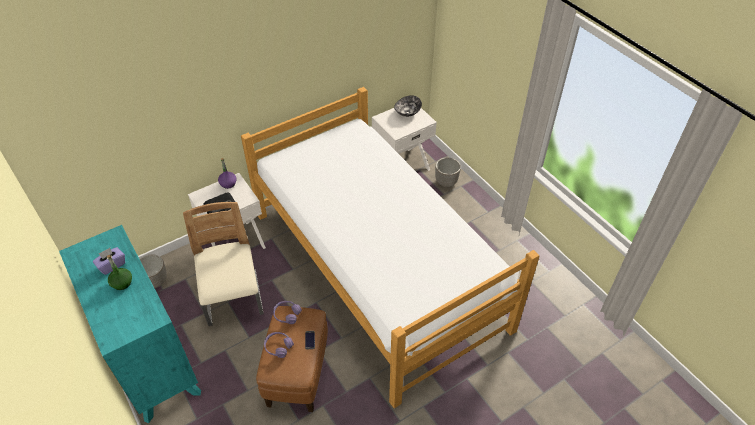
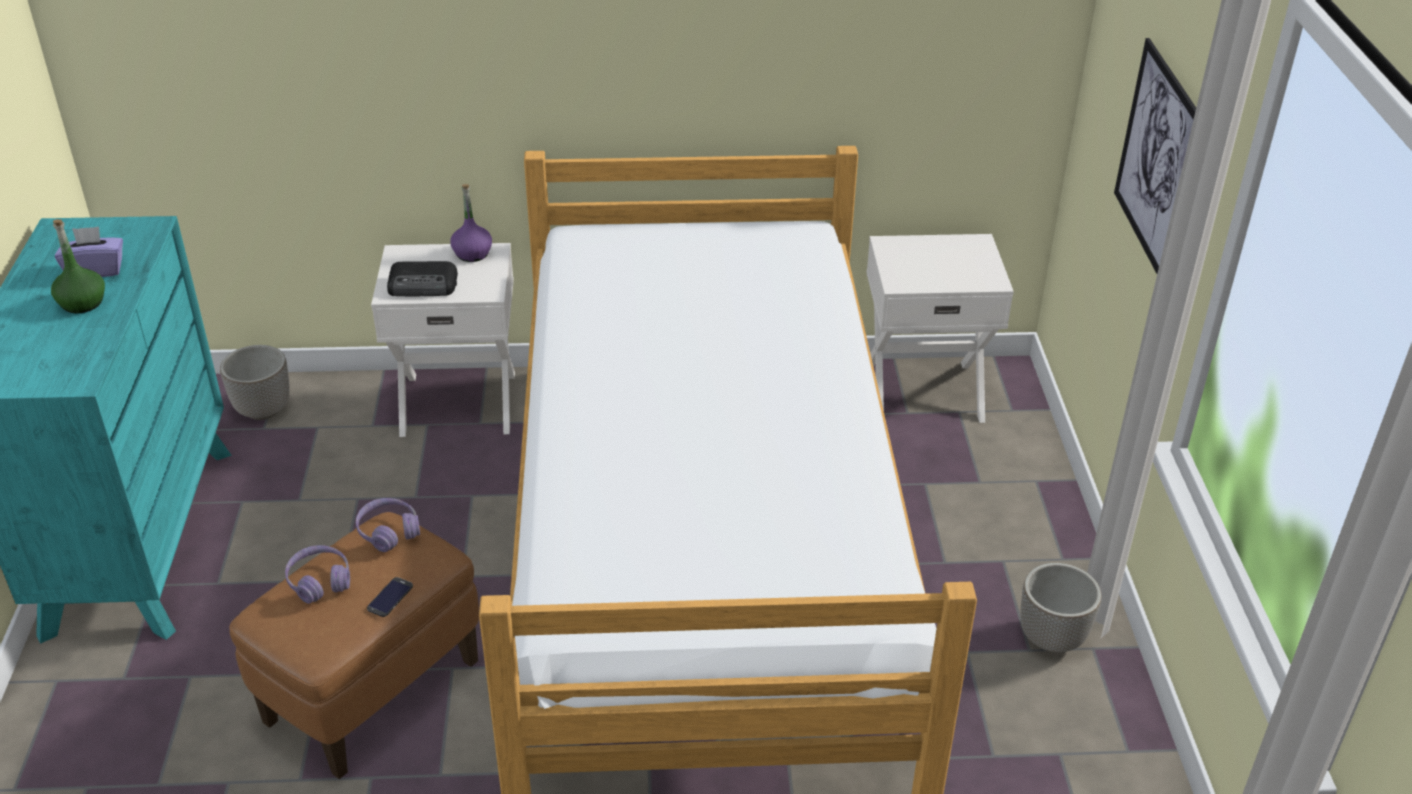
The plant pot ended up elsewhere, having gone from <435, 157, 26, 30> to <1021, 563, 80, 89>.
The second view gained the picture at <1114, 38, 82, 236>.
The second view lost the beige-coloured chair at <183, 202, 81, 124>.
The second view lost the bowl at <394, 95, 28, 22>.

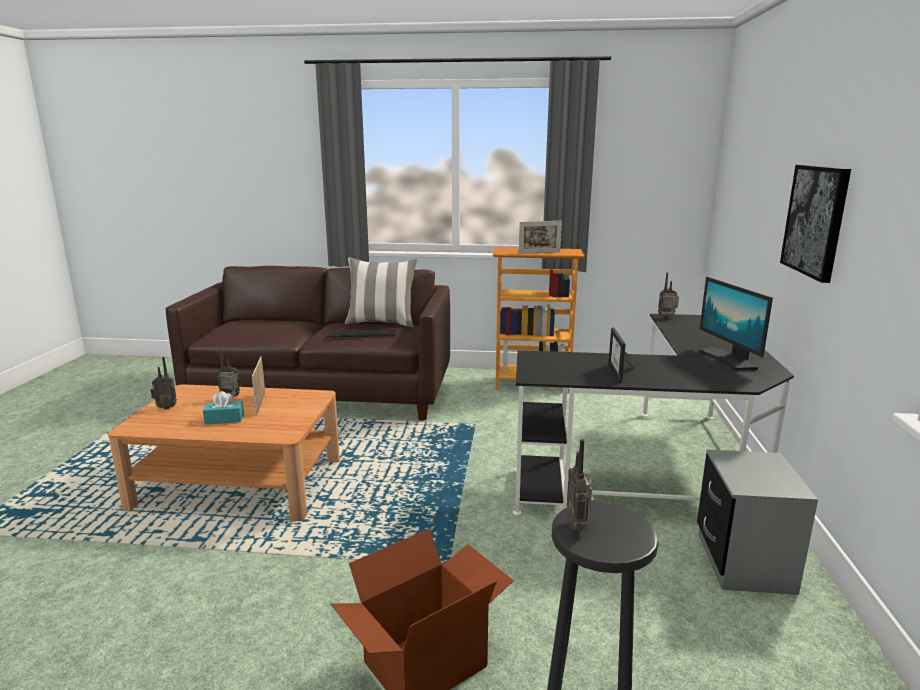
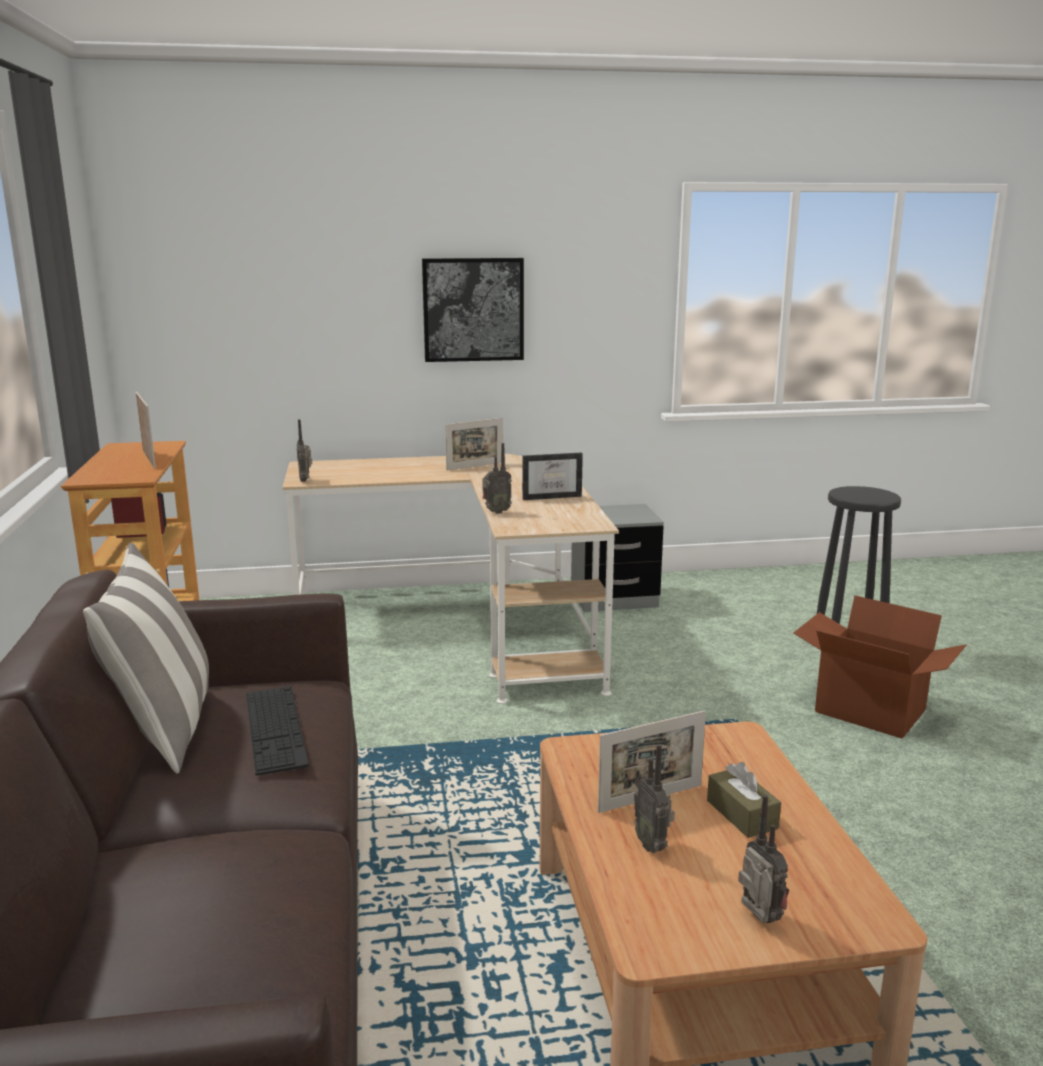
What was the black-coloured desk table at <513, 314, 281, 201> turned into the beige-coloured desk table at <282, 454, 337, 250>.
Where the computer screen stood at <699, 277, 74, 94>, the photo frame came to stand at <445, 418, 58, 52>.
The radio set ended up elsewhere, having gone from <566, 439, 29, 92> to <482, 443, 30, 71>.
What was the turquoise-coloured tissue holder at <203, 391, 41, 33> turned into the brownish tissue holder at <707, 762, 74, 76>.

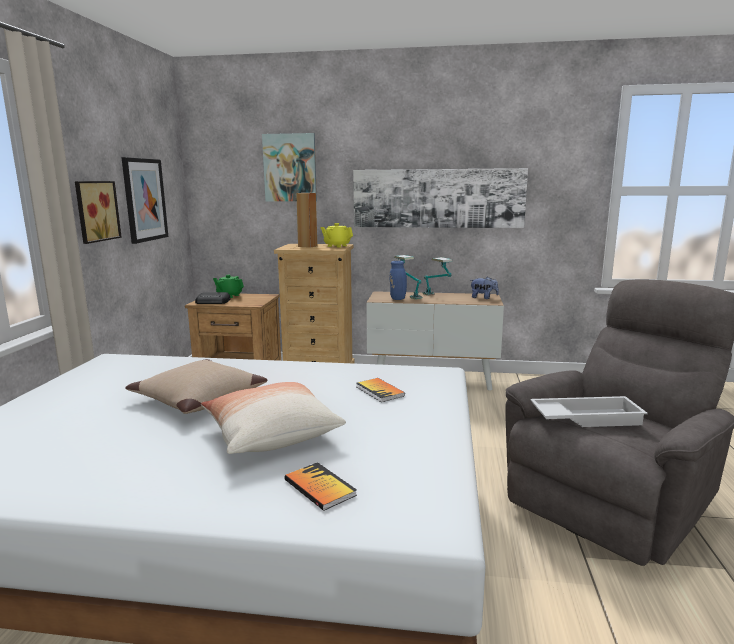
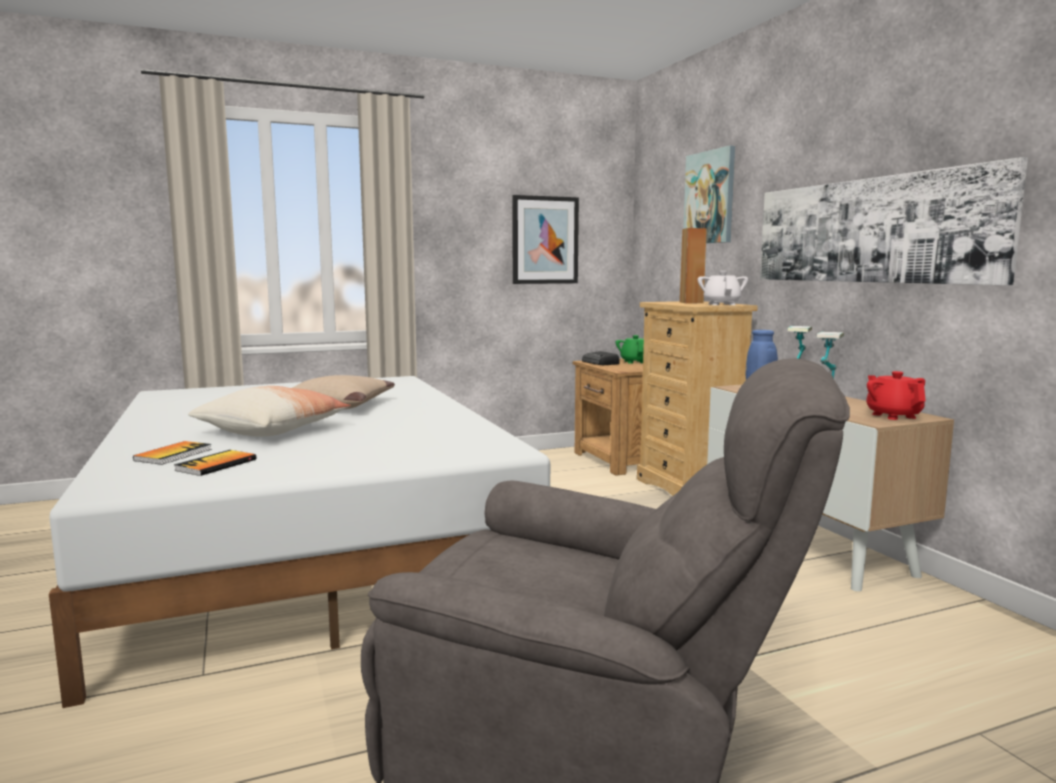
The book ended up elsewhere, having gone from <356, 378, 49, 24> to <174, 450, 82, 26>.
What was the yellow-coloured teapot at <321, 223, 32, 24> turned into the white-coloured teapot at <698, 271, 50, 34>.
Where the soft toy stood at <471, 277, 28, 22>, the red-coloured teapot came to stand at <866, 371, 60, 49>.
The second view lost the picture at <75, 181, 47, 63>.
The second view lost the white-coloured serving tray at <531, 396, 117, 31>.

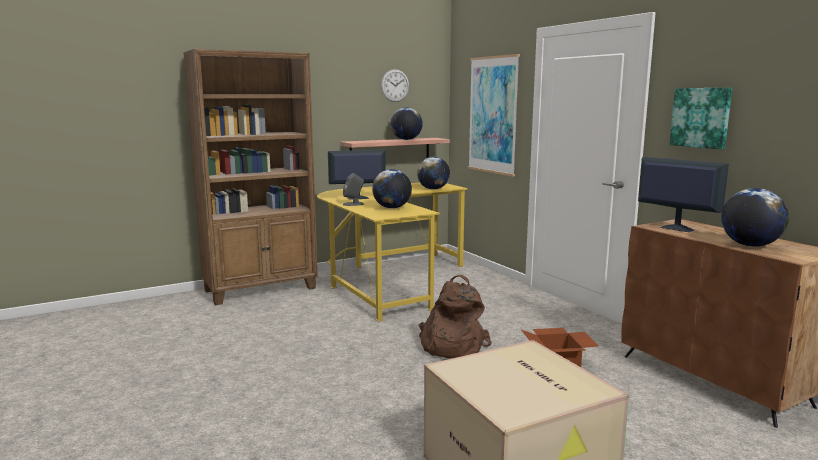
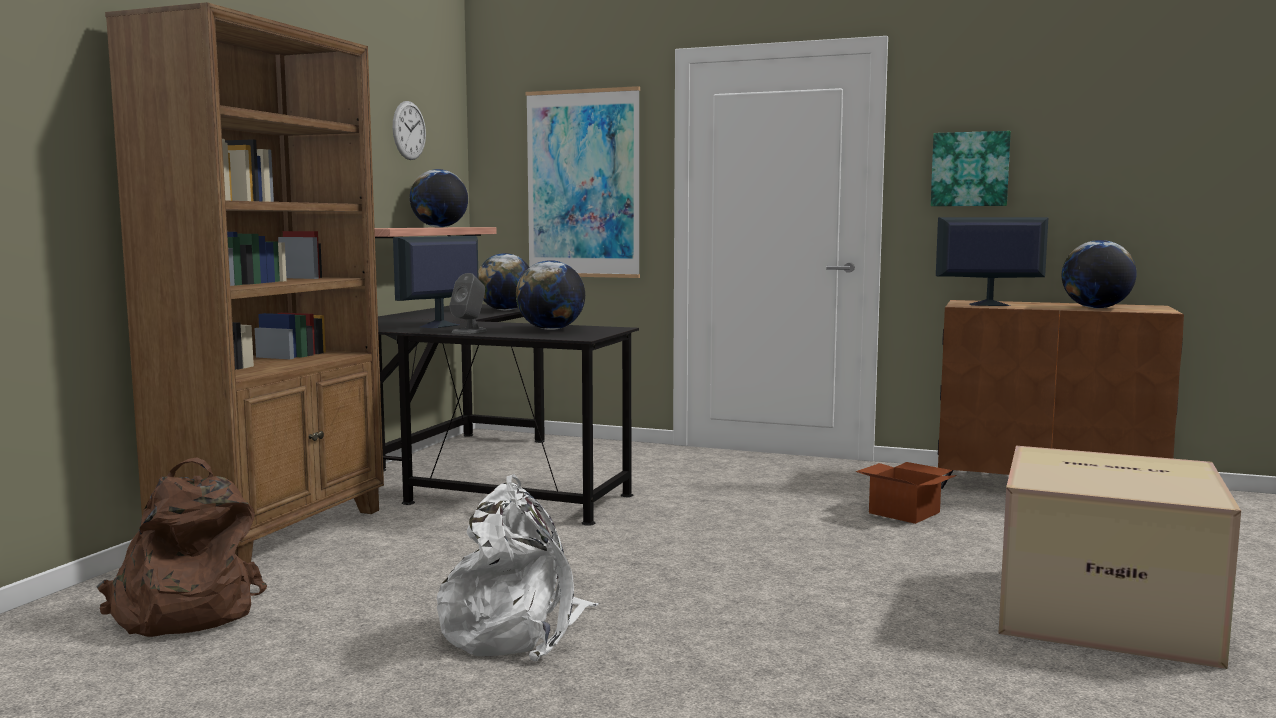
The brownish rucksack ended up elsewhere, having gone from <418, 275, 74, 84> to <97, 457, 170, 180>.
What was the yellow-coloured desk table at <317, 183, 151, 138> turned into the black-coloured desk table at <378, 304, 261, 222>.
The second view gained the white-coloured rucksack at <437, 474, 162, 187>.

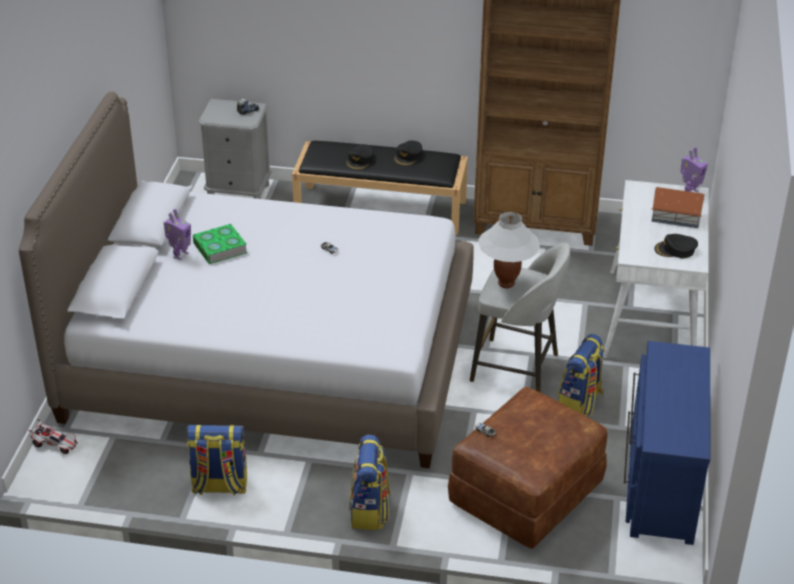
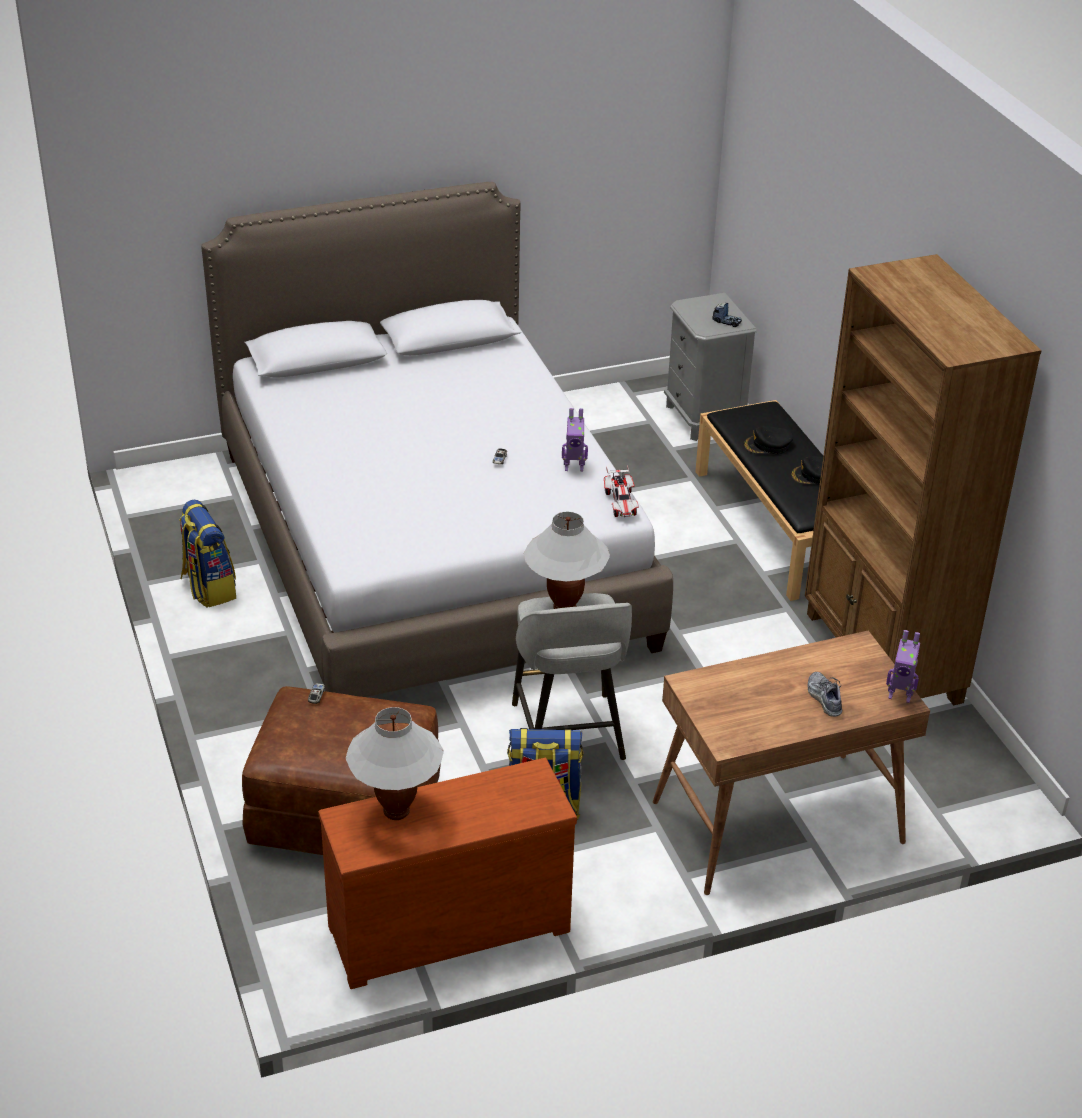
What was the blue-coloured dresser at <624, 341, 86, 204> turned into the brownish dresser at <318, 758, 259, 231>.
The second view gained the white-coloured tabletop lamp at <346, 707, 98, 113>.
The toy robot ended up elsewhere, having gone from <164, 209, 27, 51> to <562, 408, 26, 64>.
The miniature car ended up elsewhere, having gone from <28, 419, 50, 35> to <604, 465, 35, 52>.
What was the white-coloured desk table at <603, 180, 106, 178> turned into the brownish desk table at <653, 631, 277, 264>.
Where the miniature house stood at <652, 187, 52, 41>, the shoe came to stand at <808, 672, 34, 45>.
The second view lost the book at <193, 224, 54, 40>.
The second view lost the rucksack at <349, 435, 41, 95>.
The second view lost the black-coloured cap at <654, 234, 44, 24>.

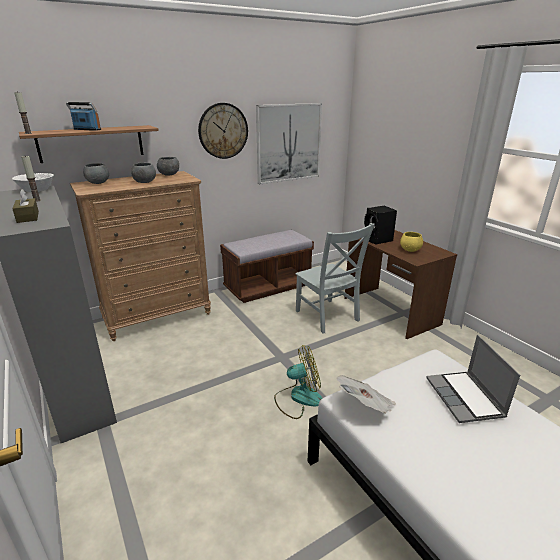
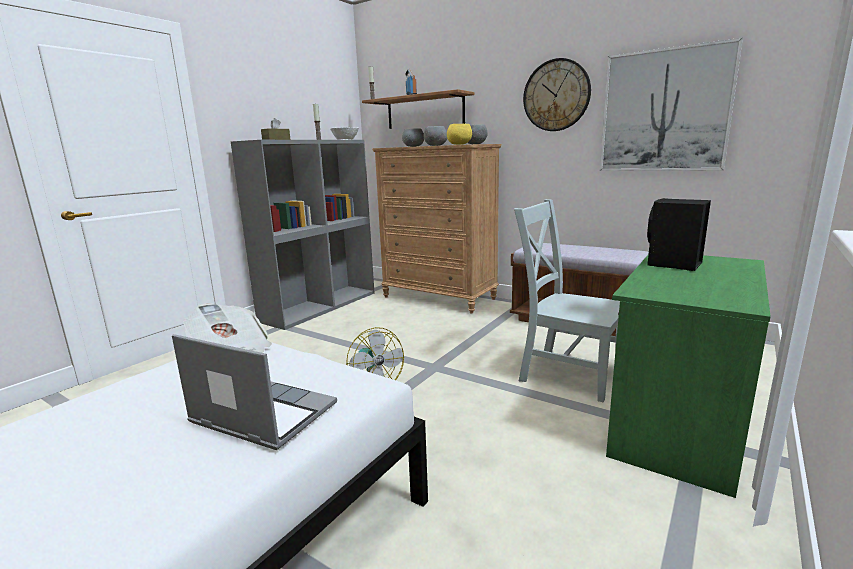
The laptop at <426, 335, 94, 88> ended up facing another way, 60 degrees clockwise from before.
The yellow-coloured bowl ended up elsewhere, having gone from <400, 232, 23, 20> to <447, 124, 25, 21>.
The greyish chair at <295, 223, 80, 111> ended up facing another way, 90 degrees clockwise from before.
What was the brownish desk table at <344, 230, 113, 109> turned into the greenish desk table at <606, 254, 165, 244>.

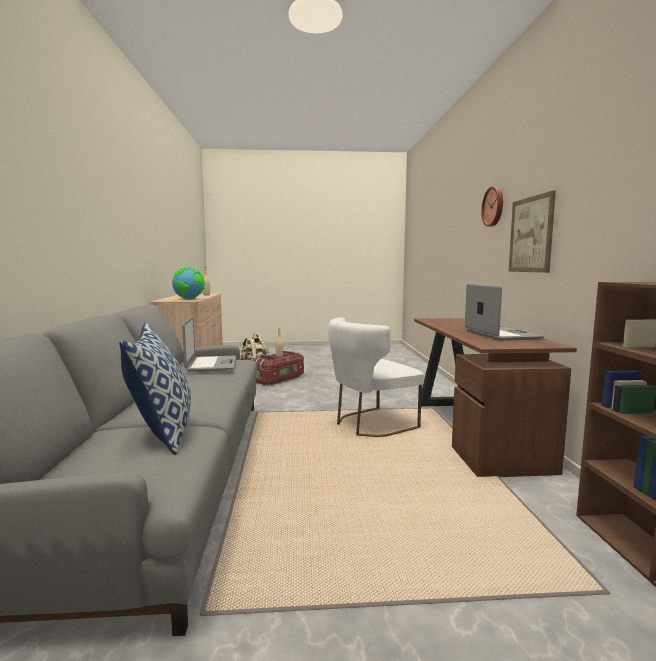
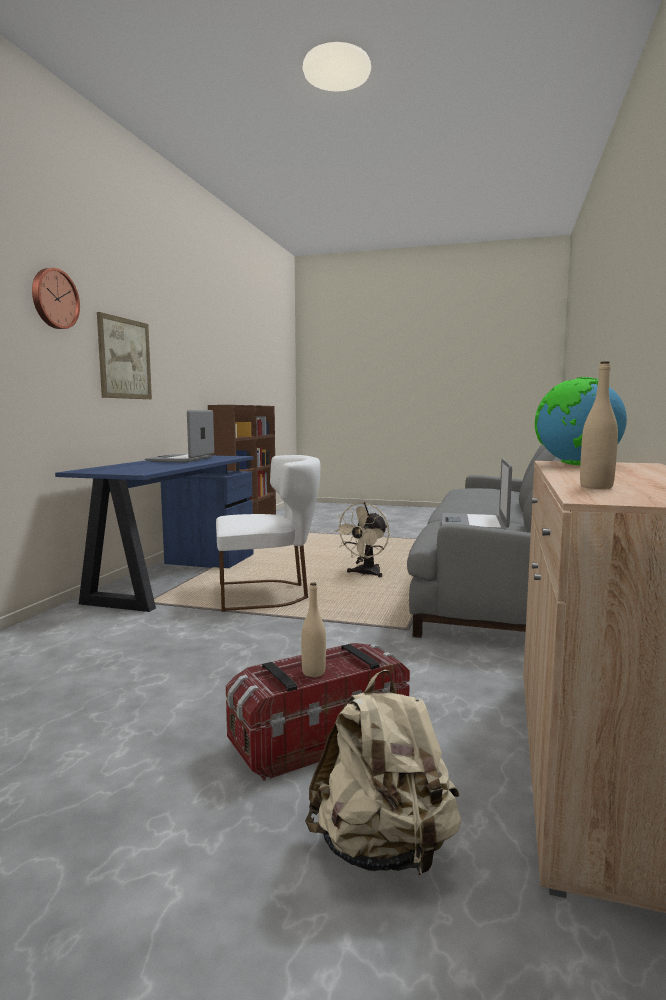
What was the brownish desk table at <414, 318, 163, 159> turned into the blue-coloured desk table at <55, 455, 199, 157>.
The second view gained the beige-coloured cooling fan at <334, 502, 55, 75>.
The second view lost the throw pillow at <119, 323, 72, 132>.

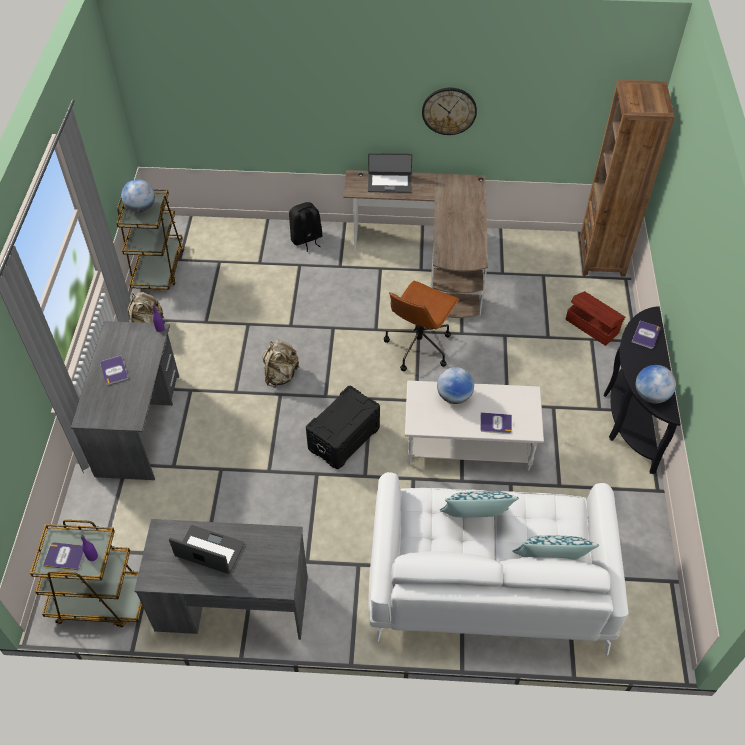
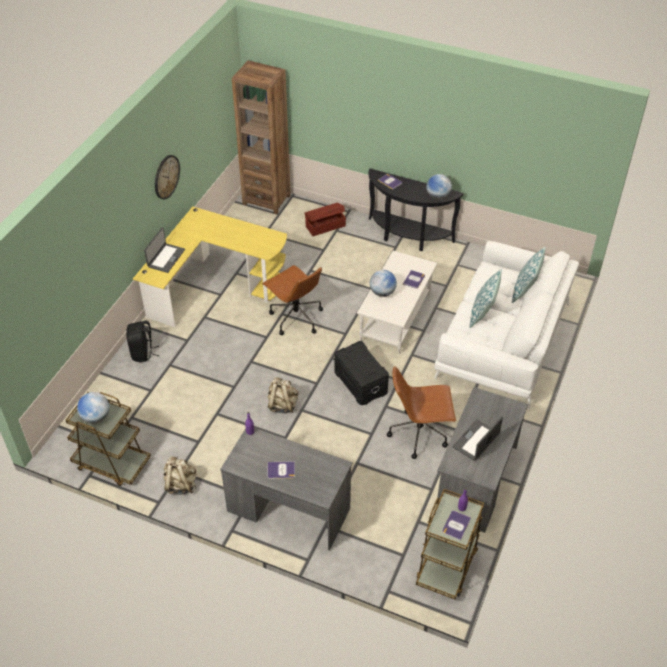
What was the brownish desk table at <343, 170, 145, 148> turned into the yellow-coloured desk table at <133, 206, 154, 121>.
The second view gained the brownish office chair at <387, 366, 69, 93>.

